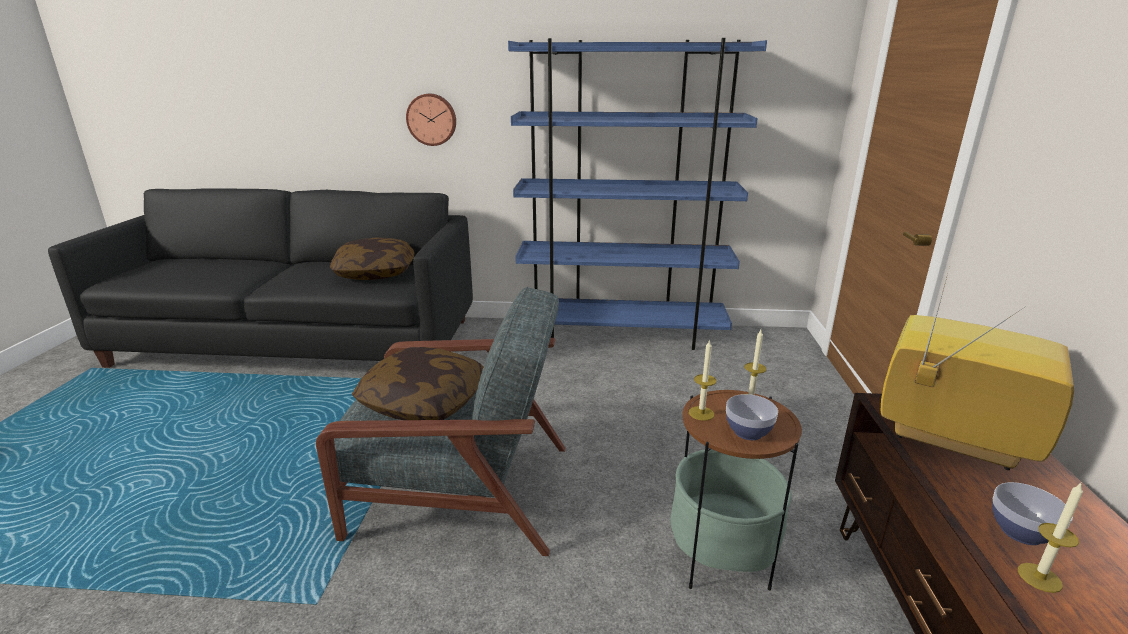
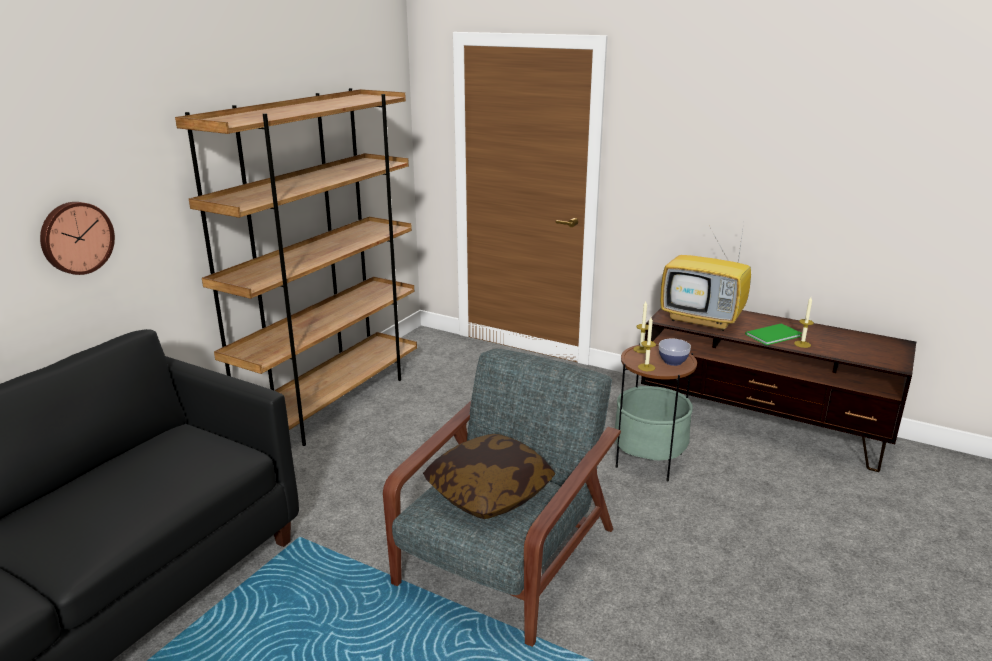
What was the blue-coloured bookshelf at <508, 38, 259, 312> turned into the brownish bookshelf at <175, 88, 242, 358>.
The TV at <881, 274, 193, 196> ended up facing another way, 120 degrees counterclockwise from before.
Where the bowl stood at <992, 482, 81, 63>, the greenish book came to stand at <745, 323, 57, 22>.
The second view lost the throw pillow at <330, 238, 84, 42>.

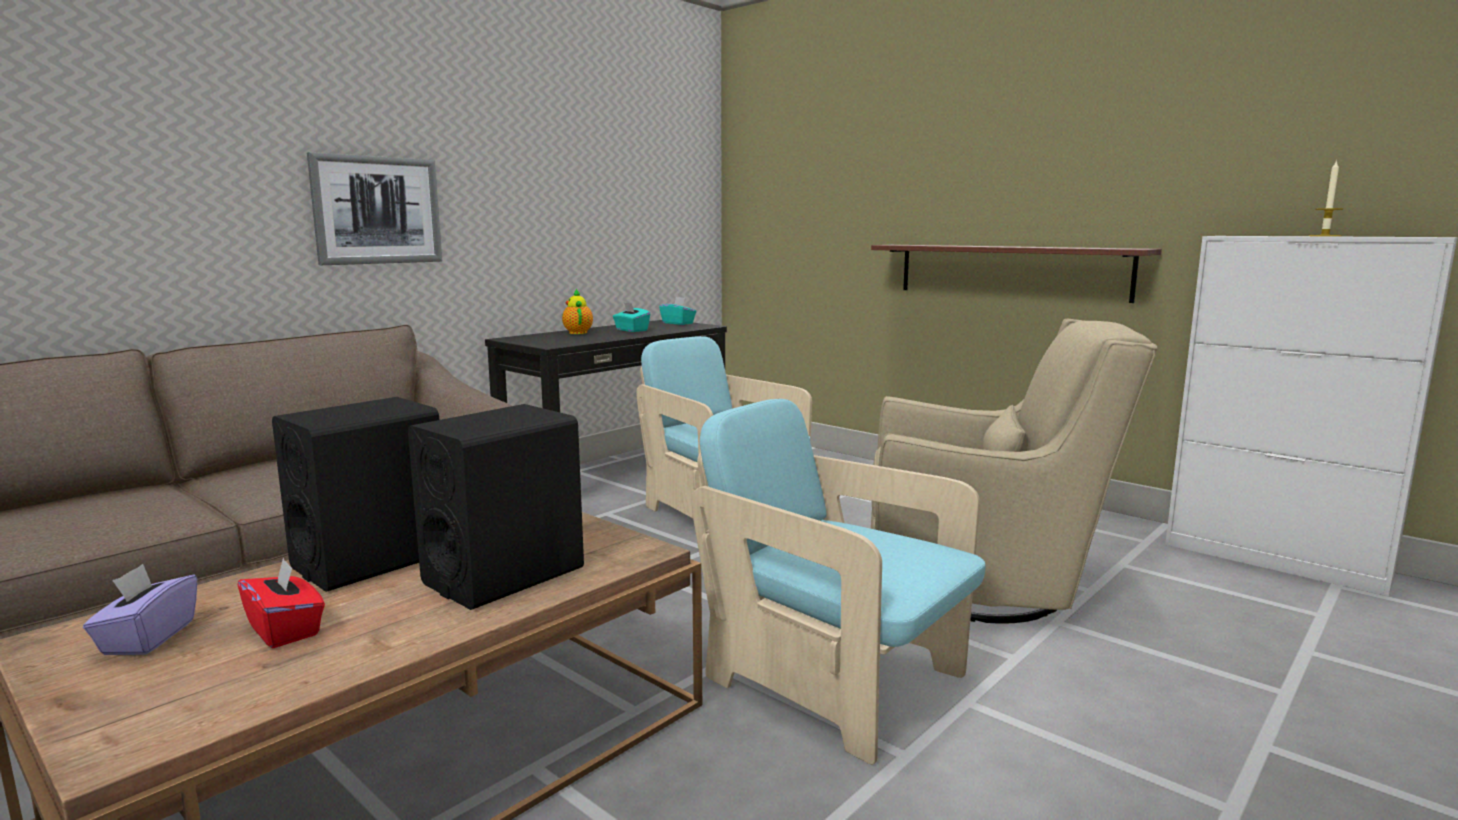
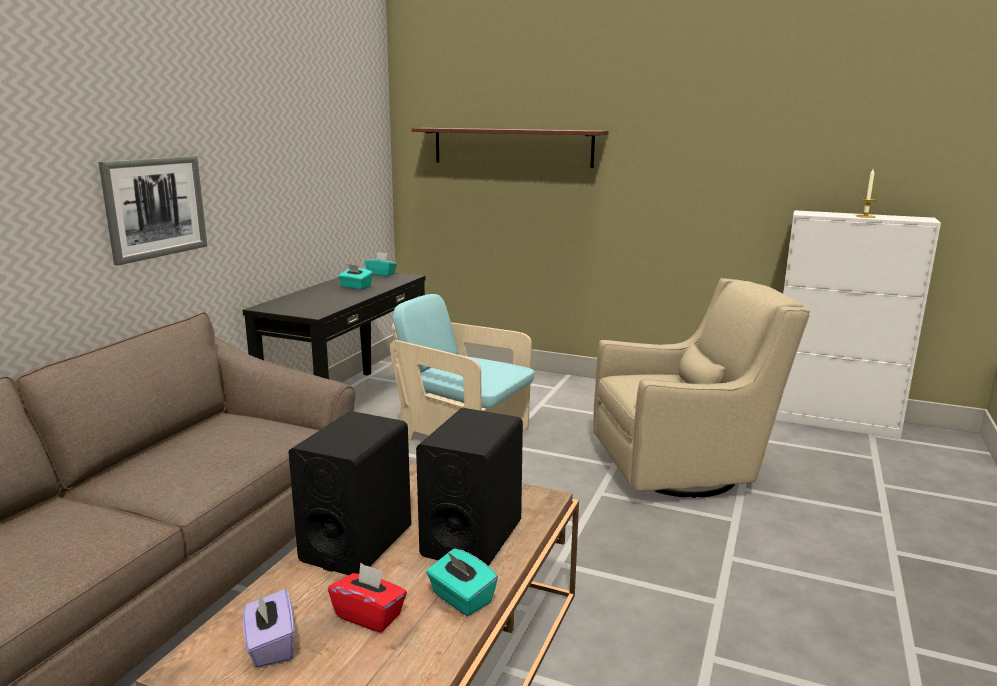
The shelf ended up elsewhere, having gone from <871, 245, 291, 58> to <412, 128, 197, 40>.
The second view gained the turquoise-coloured tissue holder at <426, 548, 72, 68>.
The second view lost the teapot at <562, 289, 31, 45>.
The second view lost the turquoise-coloured easy chair at <692, 399, 293, 366>.

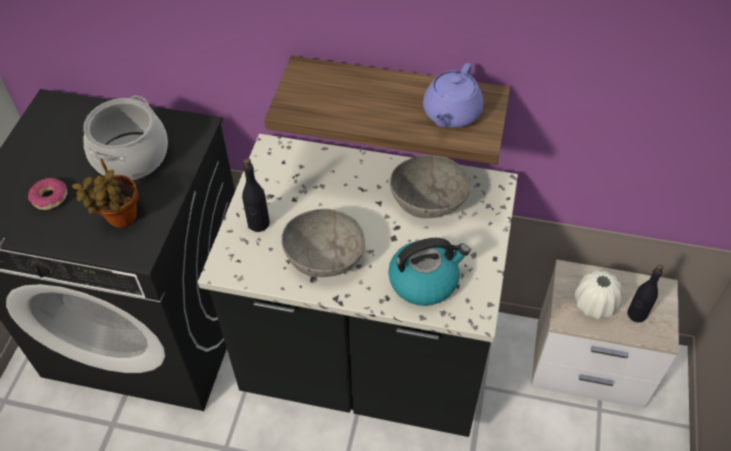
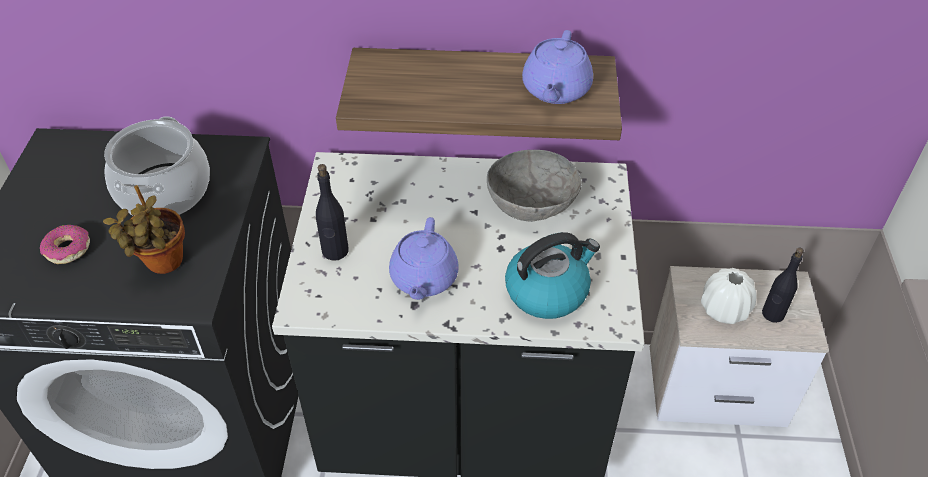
Where the greyish bowl stood at <281, 209, 84, 68>, the purple-coloured teapot came to stand at <389, 217, 70, 83>.

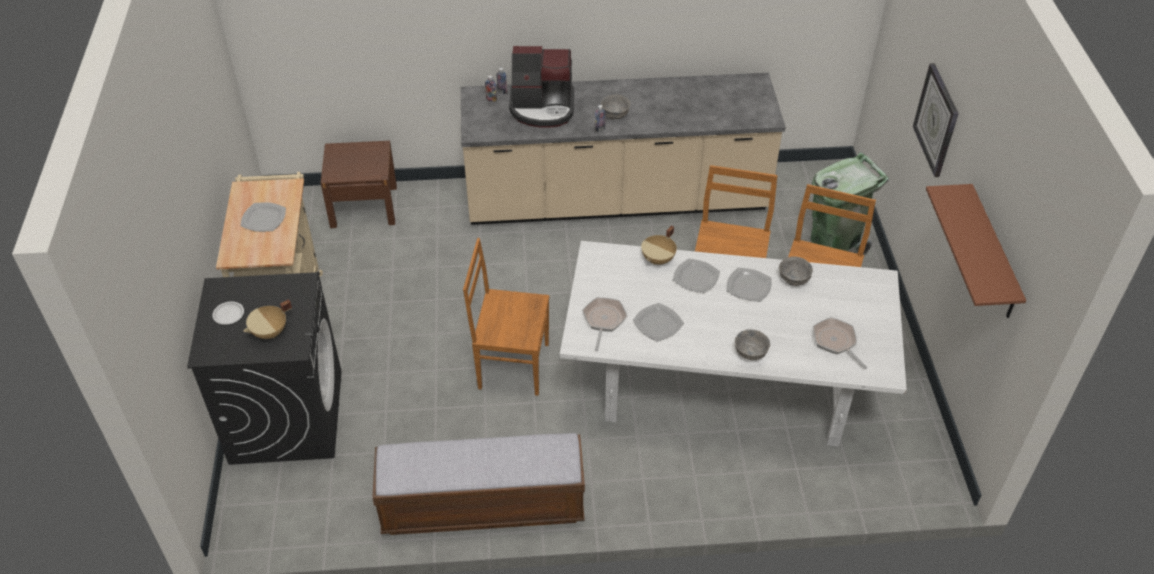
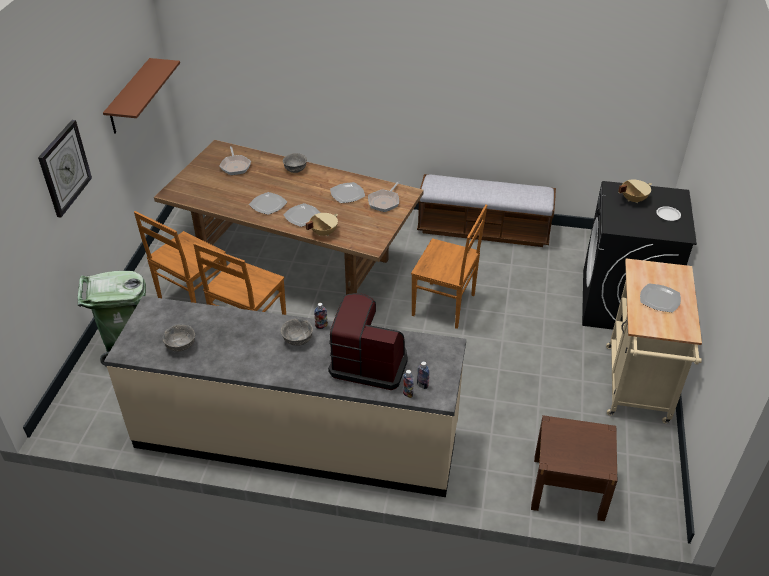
What was the white-coloured dinner table at <560, 241, 347, 206> turned into the brownish dinner table at <154, 140, 270, 155>.
The greyish bowl ended up elsewhere, having gone from <779, 256, 34, 30> to <162, 325, 33, 27>.

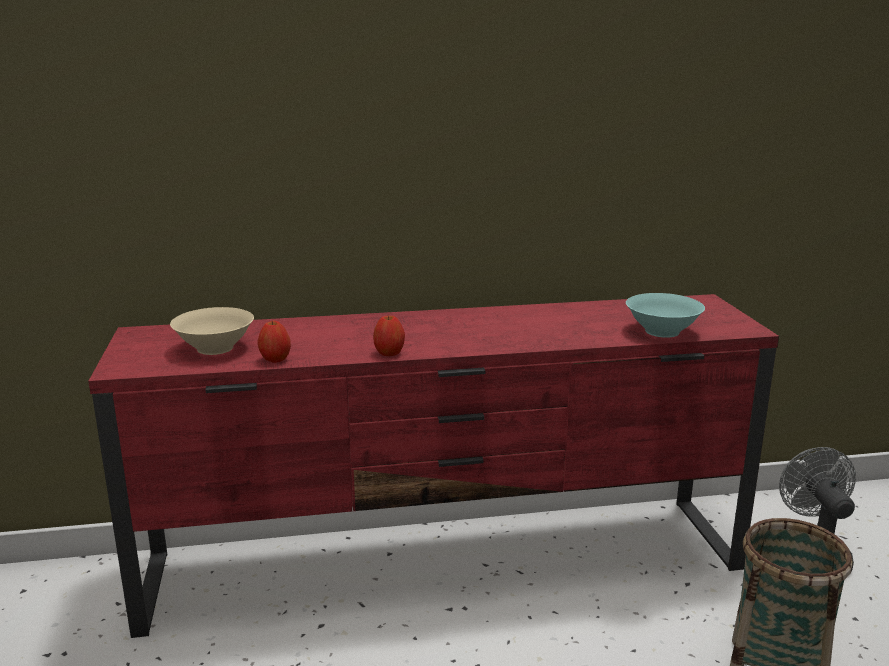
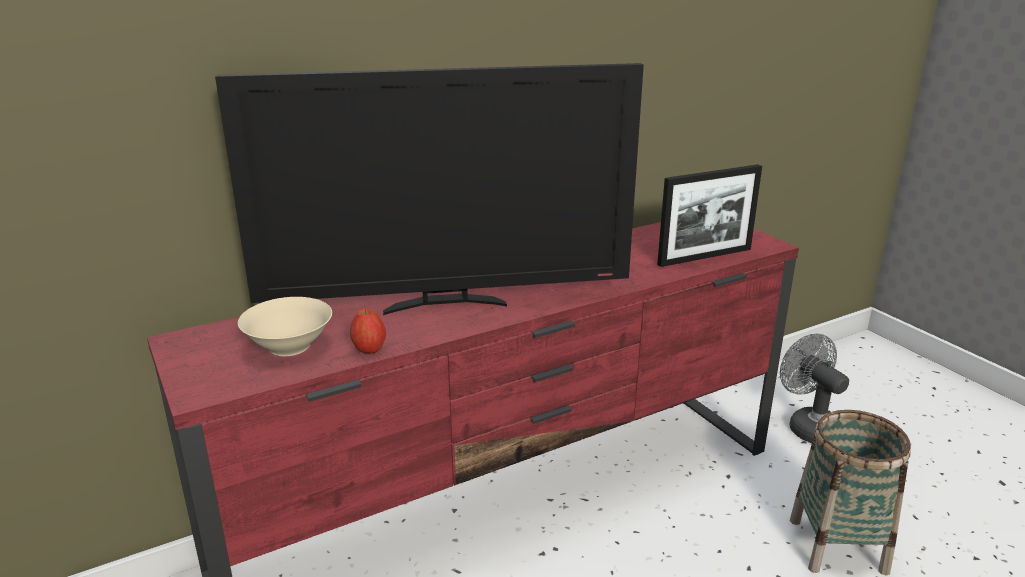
The second view gained the TV at <215, 63, 429, 252>.
Where the turquoise-coloured bowl stood at <626, 293, 79, 45>, the photo frame came to stand at <657, 164, 105, 103>.
The second view lost the whole apple at <373, 316, 32, 40>.

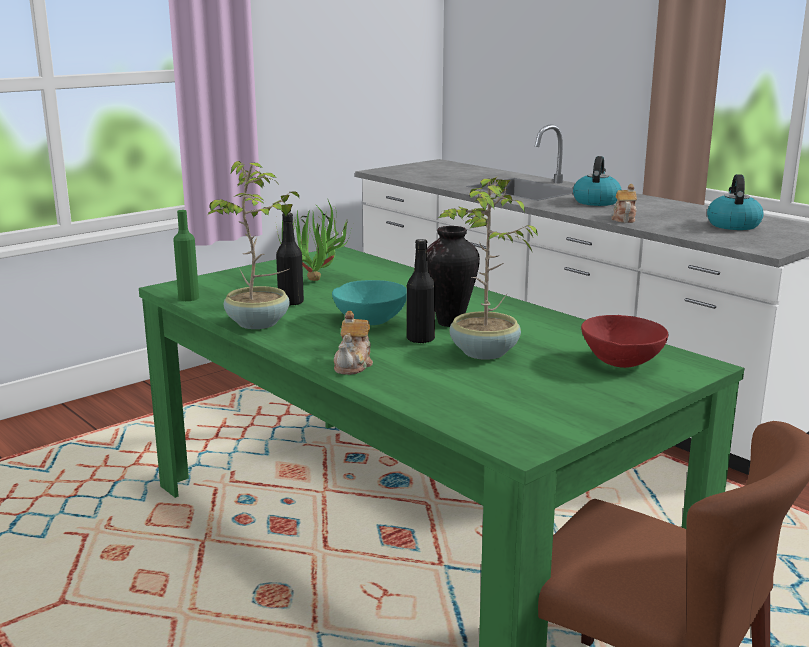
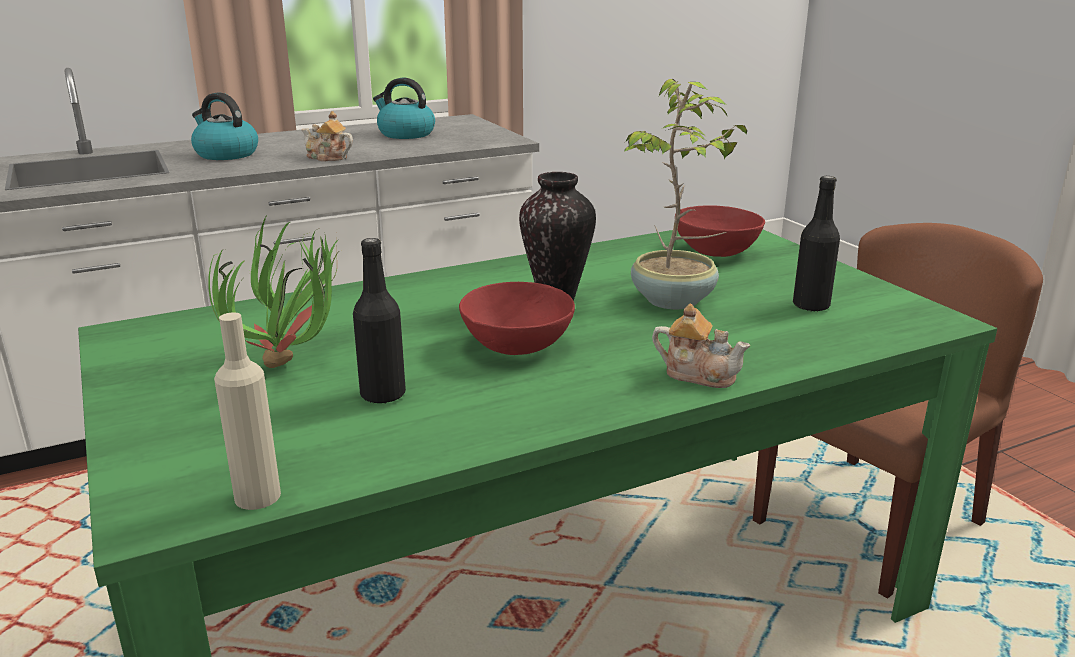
What was the greenish drink bottle at <173, 210, 26, 91> turned into the beige-coloured drink bottle at <214, 312, 67, 198>.
What was the turquoise-coloured bowl at <332, 280, 75, 45> turned into the red-coloured bowl at <459, 282, 116, 73>.
The black-coloured drink bottle ended up elsewhere, having gone from <407, 239, 28, 105> to <793, 176, 47, 136>.
The second view lost the potted plant at <208, 161, 91, 168>.

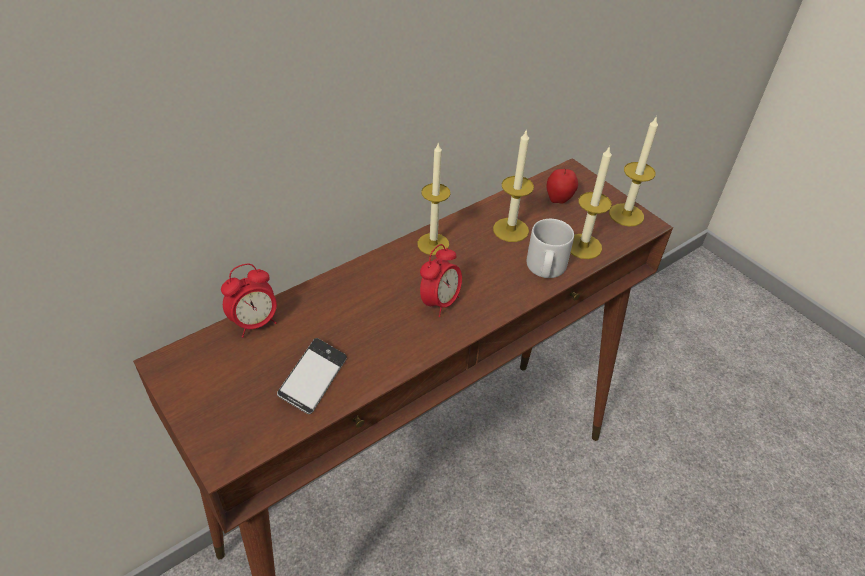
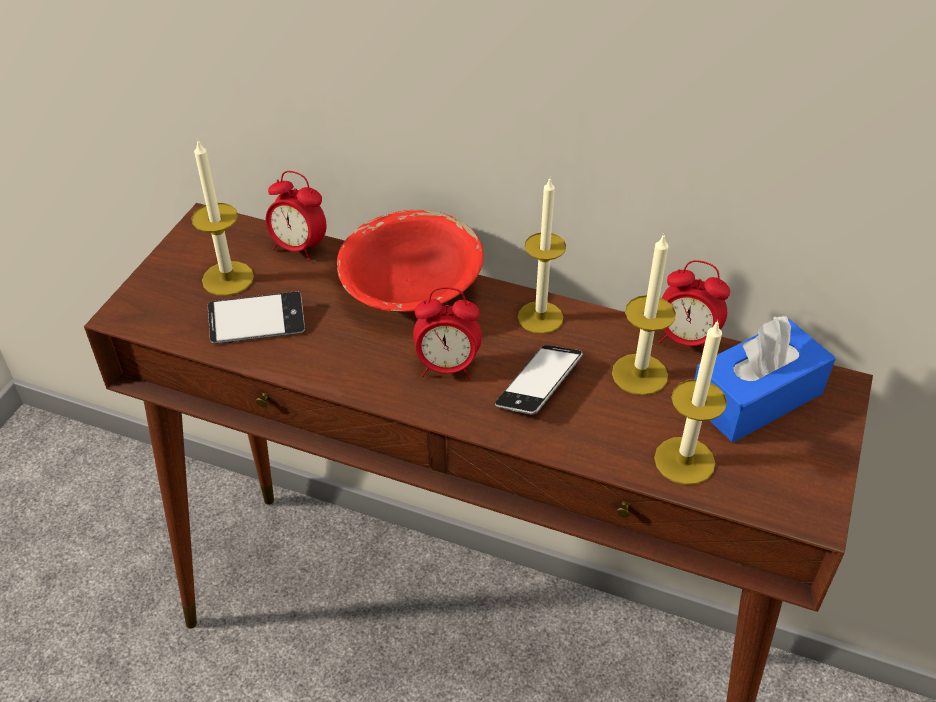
The wax candle ended up elsewhere, having gone from <609, 116, 49, 111> to <191, 139, 63, 157>.
The second view gained the red-coloured bowl at <337, 210, 147, 103>.
The second view gained the handset at <495, 345, 88, 70>.
The second view gained the table clock at <659, 260, 71, 91>.
Where the whole apple stood at <547, 168, 31, 36>, the blue-coloured tissue holder came to stand at <694, 316, 142, 126>.
The second view lost the greyish coffee mug at <527, 219, 47, 59>.

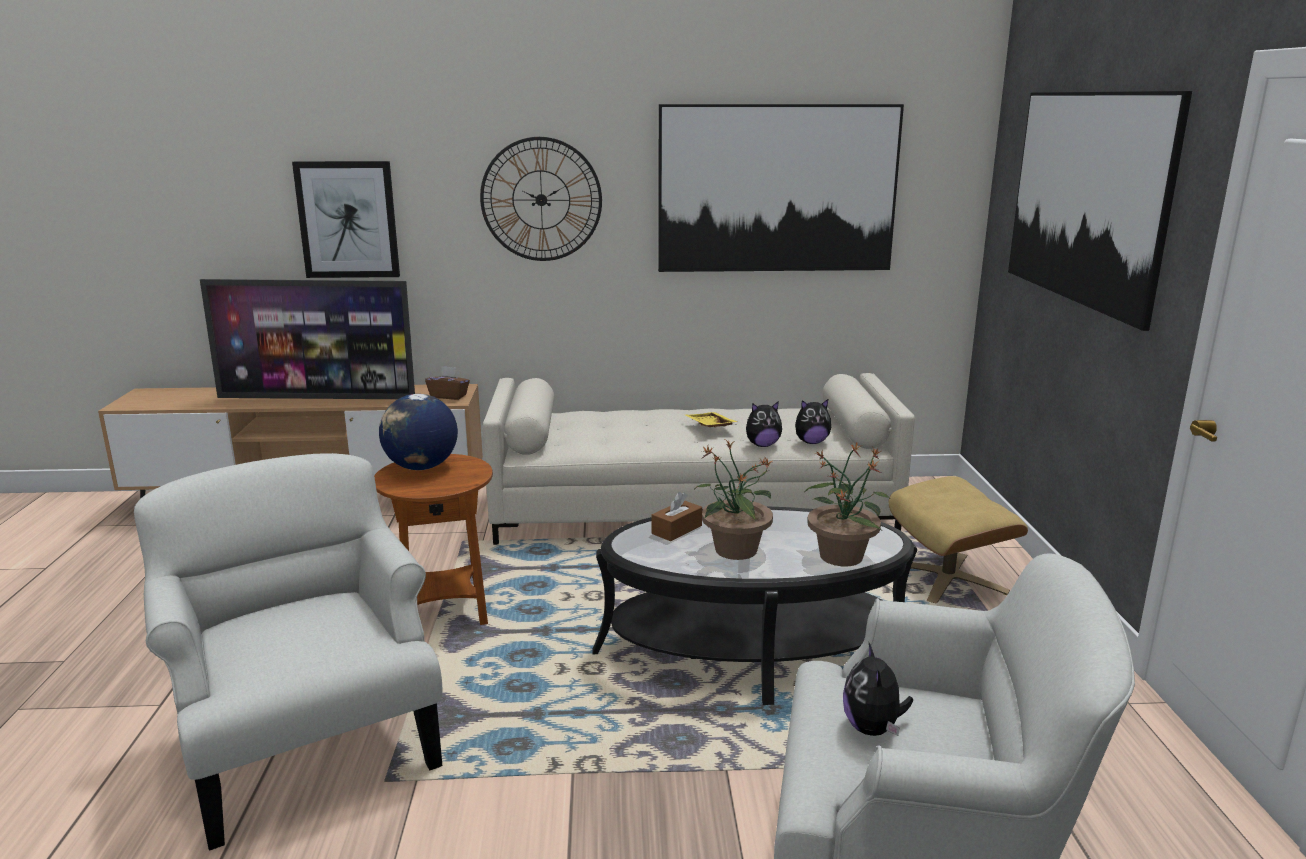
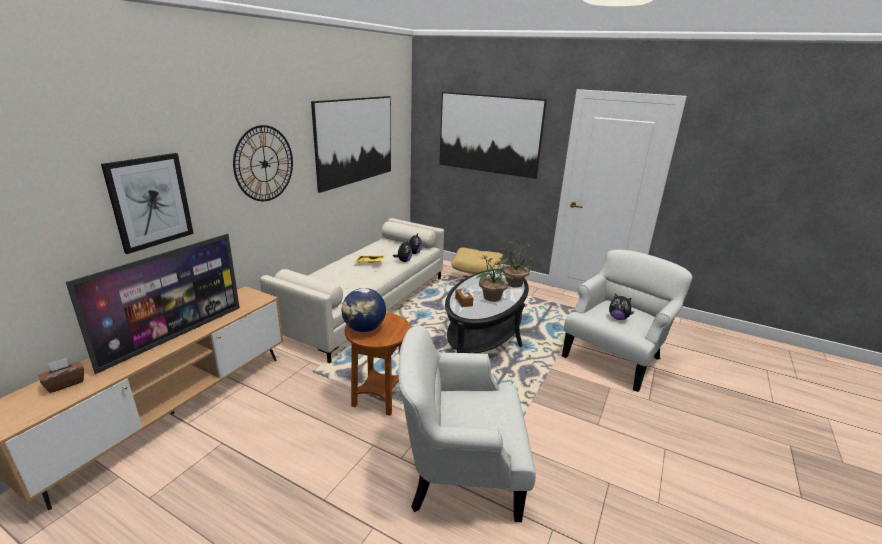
The brownish tissue holder ended up elsewhere, having gone from <425, 366, 45, 34> to <39, 358, 45, 35>.

